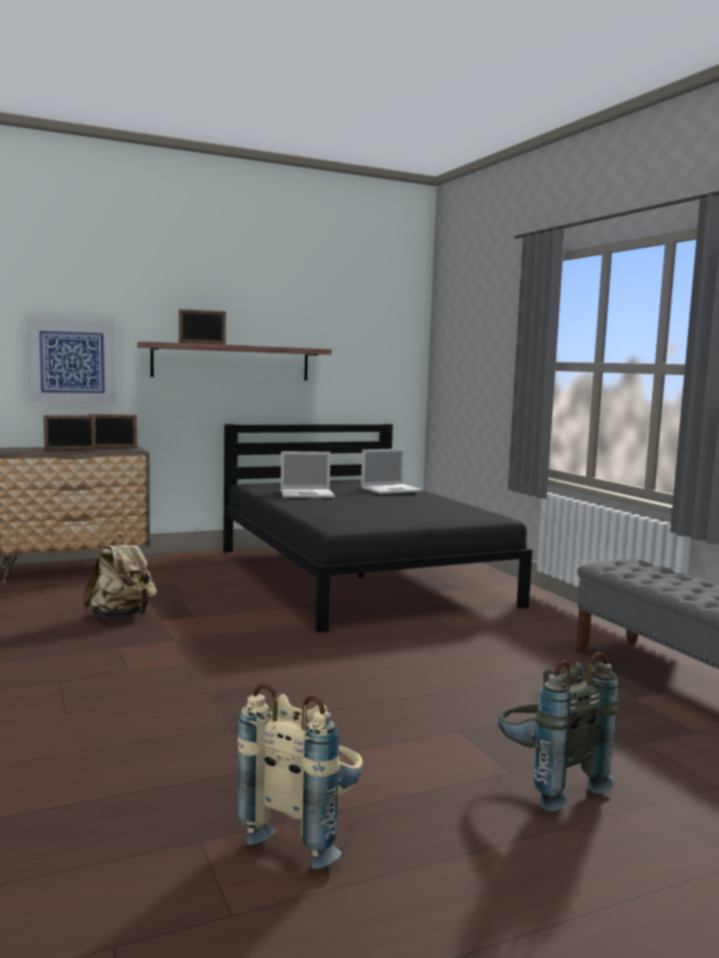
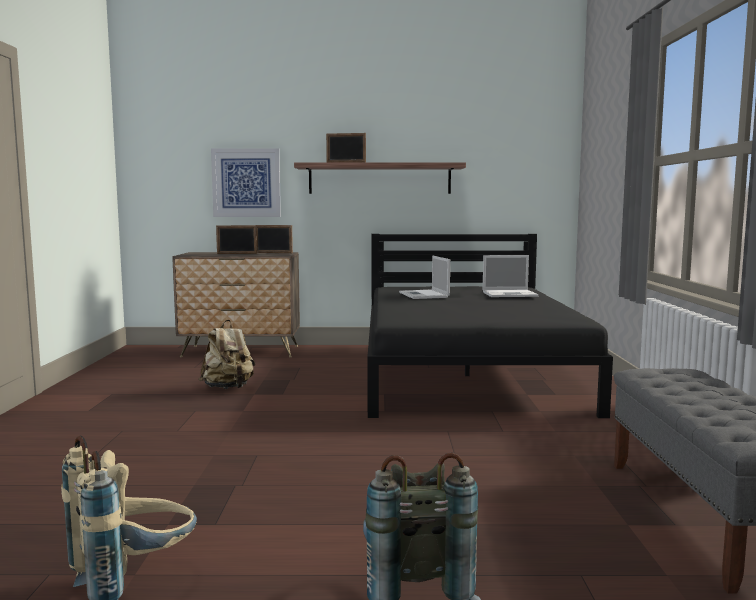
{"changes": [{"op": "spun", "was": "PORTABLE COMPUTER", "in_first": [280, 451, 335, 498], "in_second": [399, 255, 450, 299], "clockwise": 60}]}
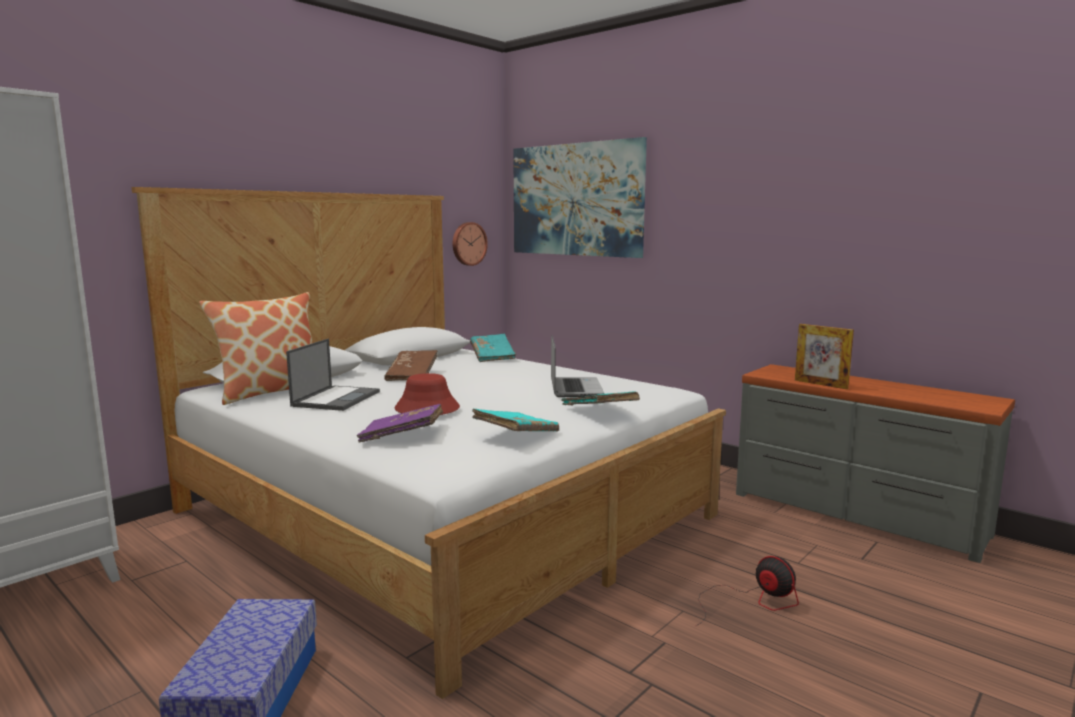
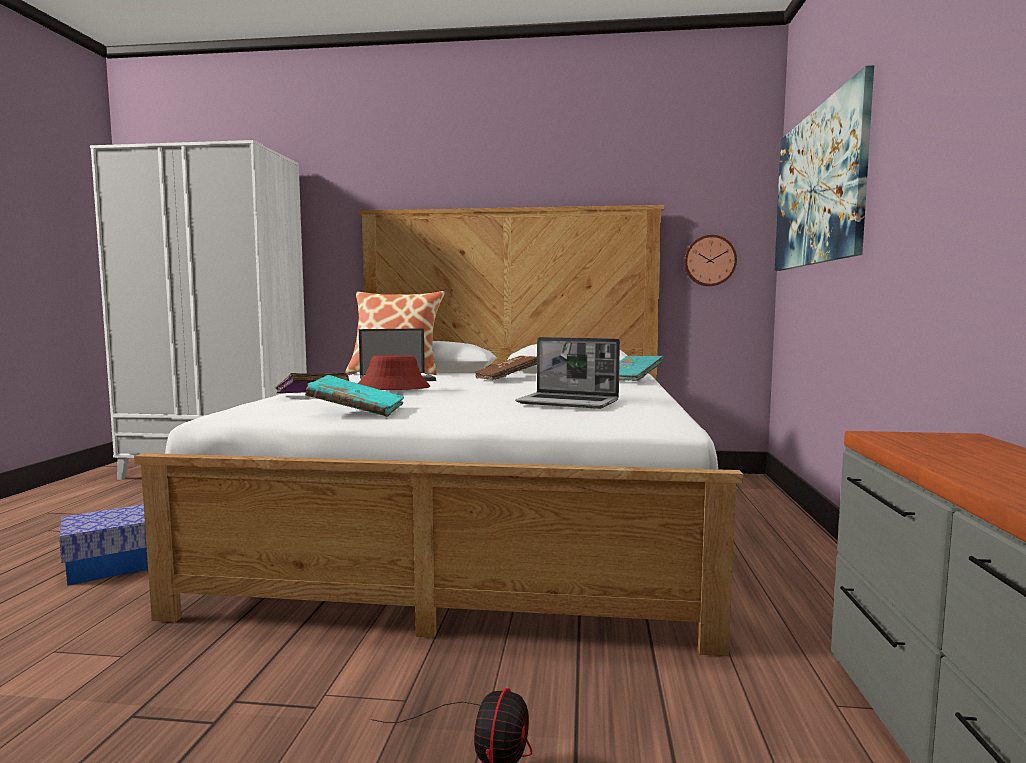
{"changes": [{"op": "missing", "was": "TURQUOISE-COLOURED BOUND BOOK", "in_first": [561, 392, 640, 406]}, {"op": "missing", "was": "PICTURE FRAME", "in_first": [795, 324, 854, 389]}, {"op": "spun", "was": "PORTABLE COMPUTER", "in_first": [551, 335, 604, 397], "in_second": [515, 337, 620, 409], "clockwise": 60}]}
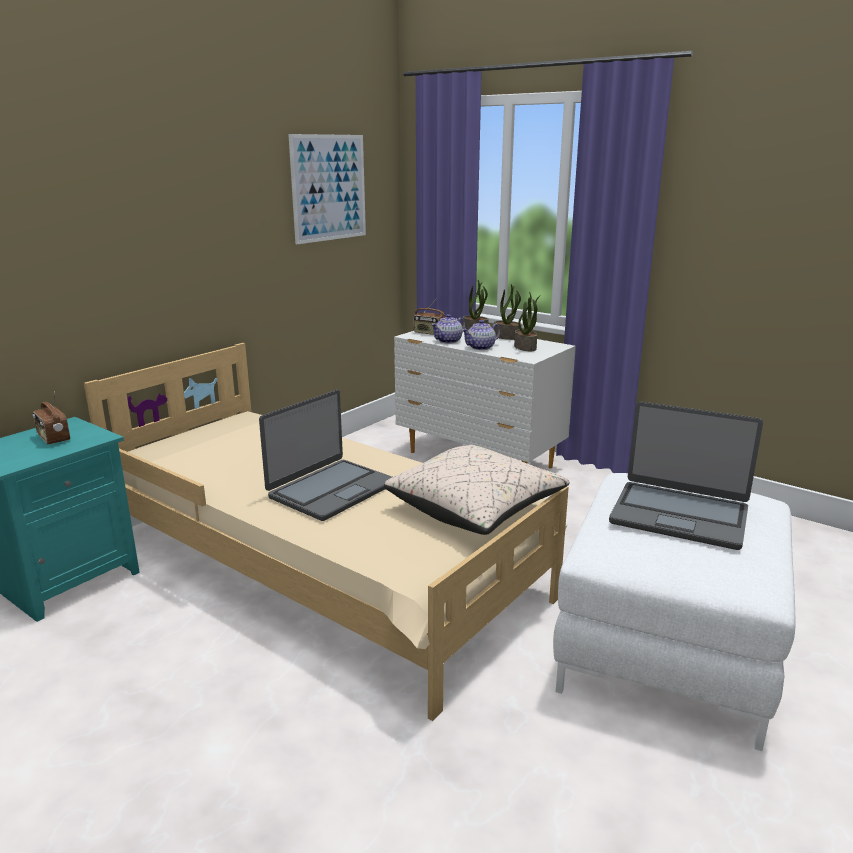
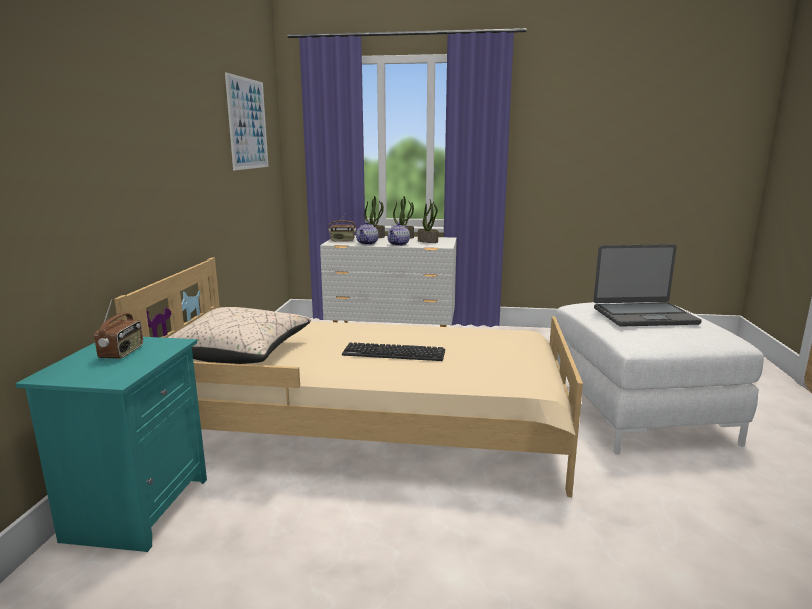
{"changes": [{"op": "relocated", "was": "BEIGE-COLOURED THROW PILLOW", "in_first": [384, 445, 570, 535], "in_second": [167, 307, 311, 364]}, {"op": "exchanged", "was": "PORTABLE COMPUTER", "now": "COMPUTER KEYBOARD", "in_first": [259, 390, 392, 521], "in_second": [342, 343, 445, 361]}, {"op": "spun", "was": "RADIO SET", "in_first": [32, 391, 70, 444], "in_second": [94, 299, 143, 359], "clockwise": -105}]}
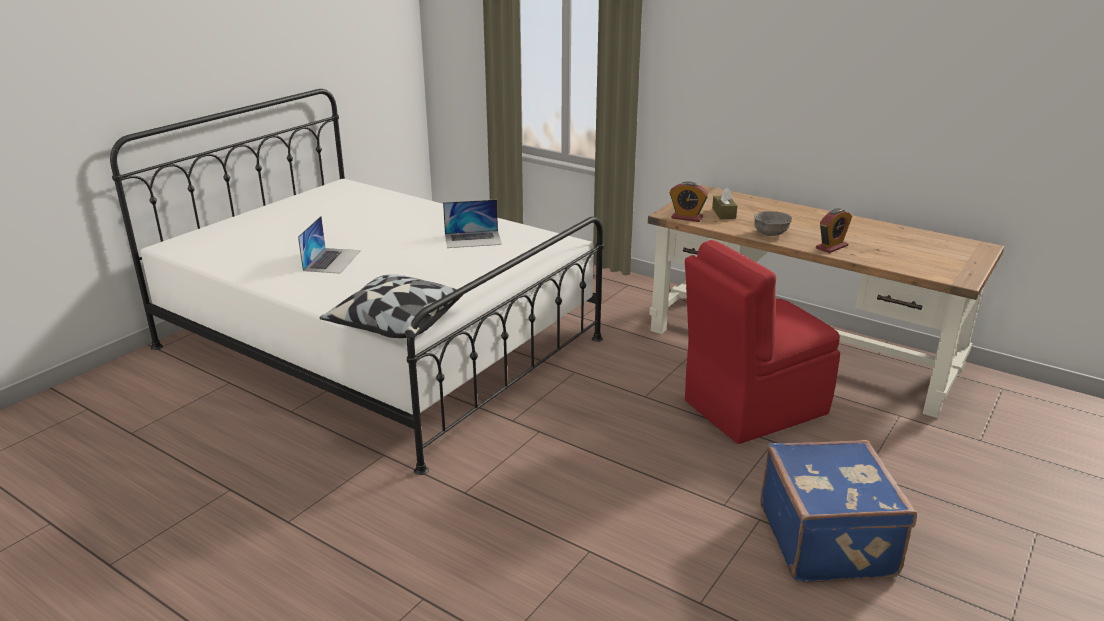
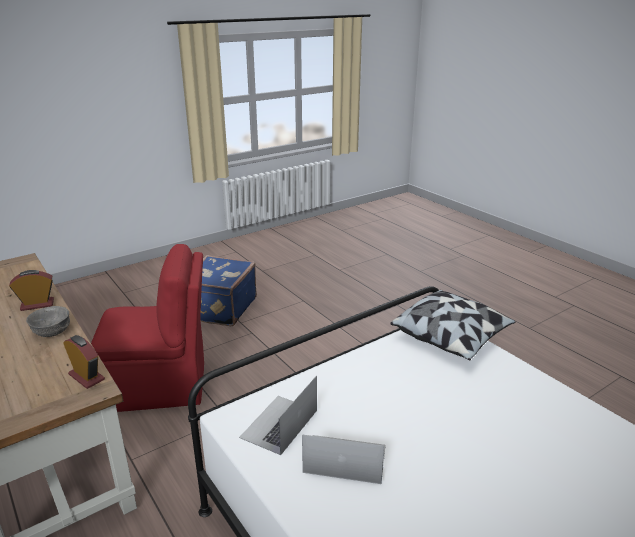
{"changes": [{"op": "missing", "was": "BROWNISH TISSUE HOLDER", "in_first": [712, 188, 737, 219]}, {"op": "relocated", "was": "PORTABLE COMPUTER", "in_first": [298, 216, 361, 274], "in_second": [239, 375, 317, 455]}]}
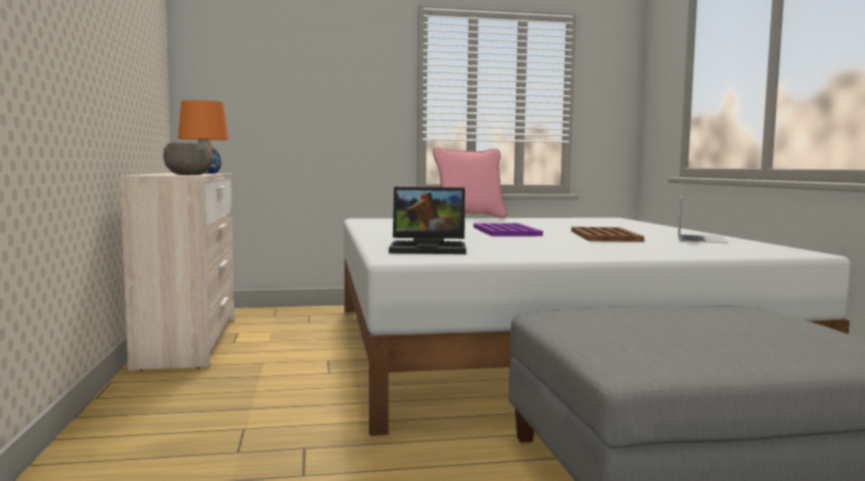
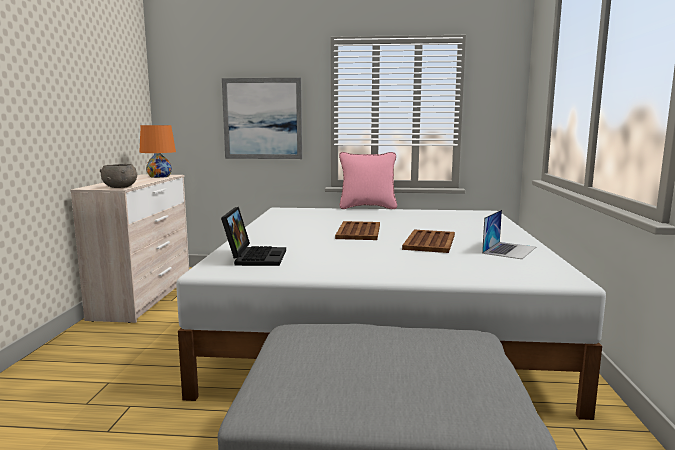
{"changes": [{"op": "appeared", "now": "PICTURE", "in_second": [222, 78, 302, 159]}, {"op": "colour", "was": "PURPLE CARRYING TRAY", "now": "BROWNISH CARRYING TRAY", "in_first": [474, 223, 543, 236], "in_second": [335, 221, 380, 240]}, {"op": "spun", "was": "PORTABLE COMPUTER", "in_first": [389, 187, 466, 254], "in_second": [221, 207, 286, 266], "clockwise": -105}]}
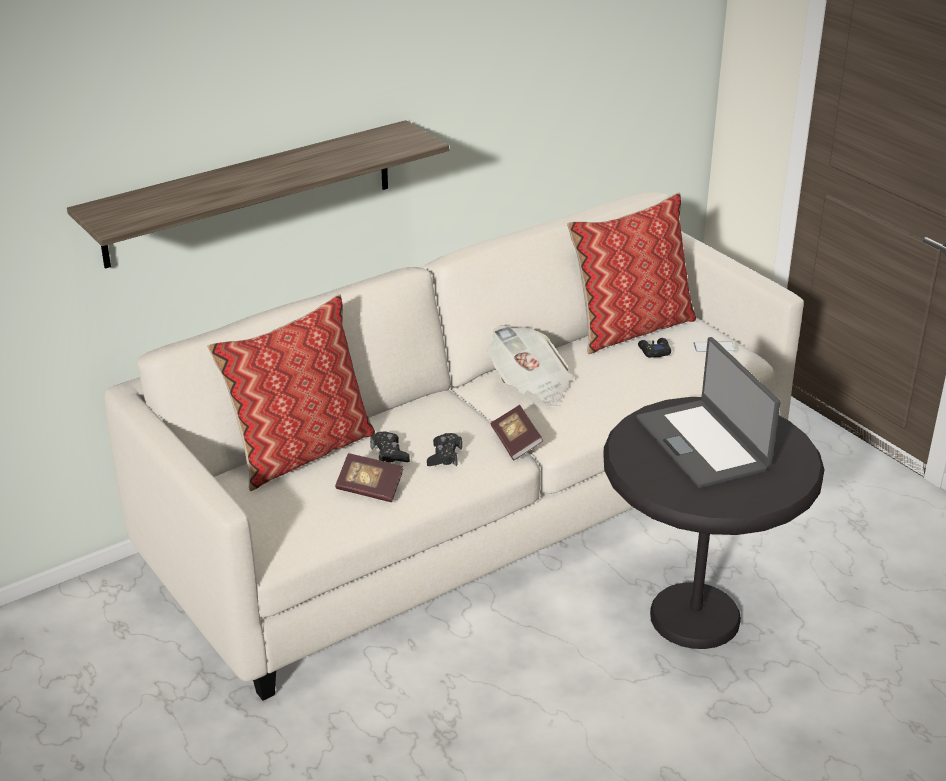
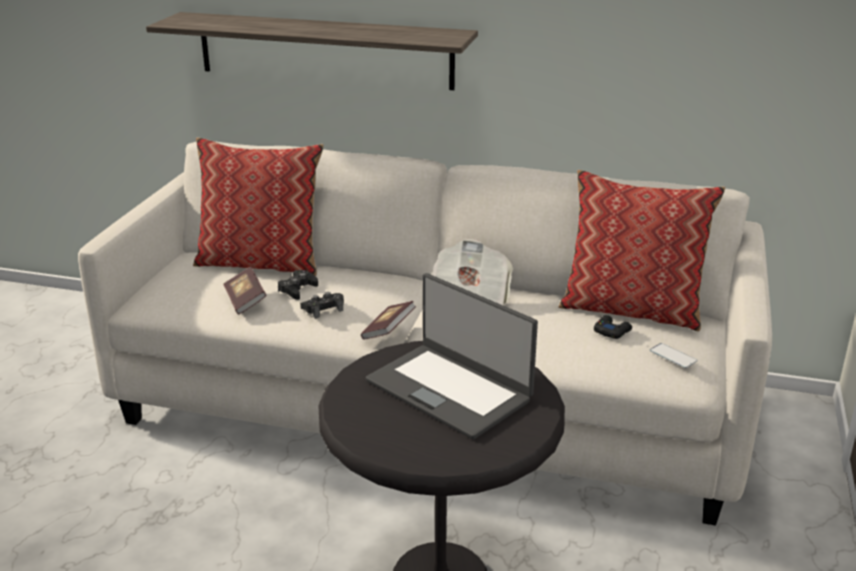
{"changes": [{"op": "spun", "was": "PORTABLE COMPUTER", "in_first": [637, 337, 781, 488], "in_second": [366, 273, 538, 439], "clockwise": -75}]}
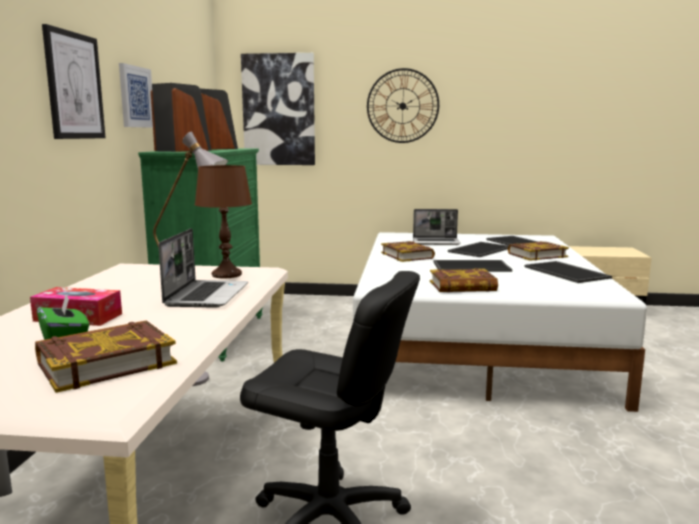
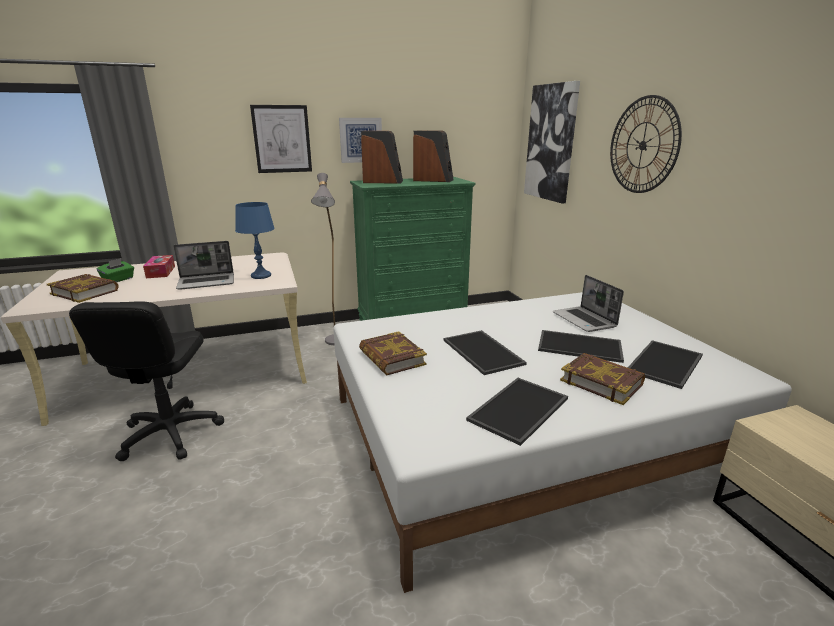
{"changes": [{"op": "missing", "was": "BOUND BOOK", "in_first": [381, 241, 435, 262]}, {"op": "colour", "was": "BROWNISH TABLETOP LAMP", "now": "BLUE-COLOURED TABLETOP LAMP", "in_first": [195, 165, 252, 278], "in_second": [235, 202, 275, 279]}]}
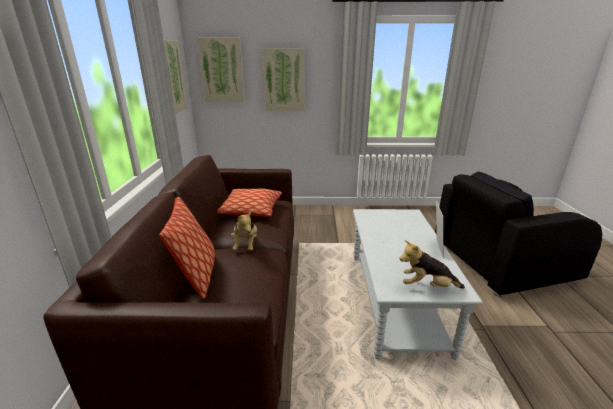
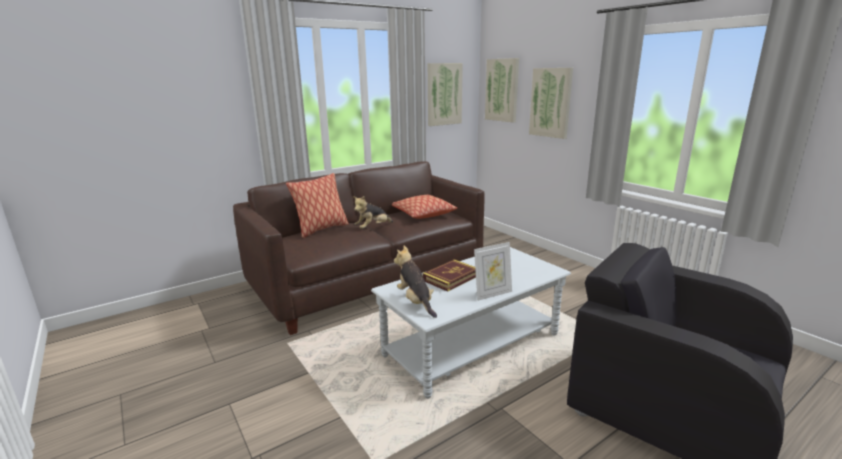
{"changes": [{"op": "appeared", "now": "BOUND BOOK", "in_second": [423, 259, 476, 292]}]}
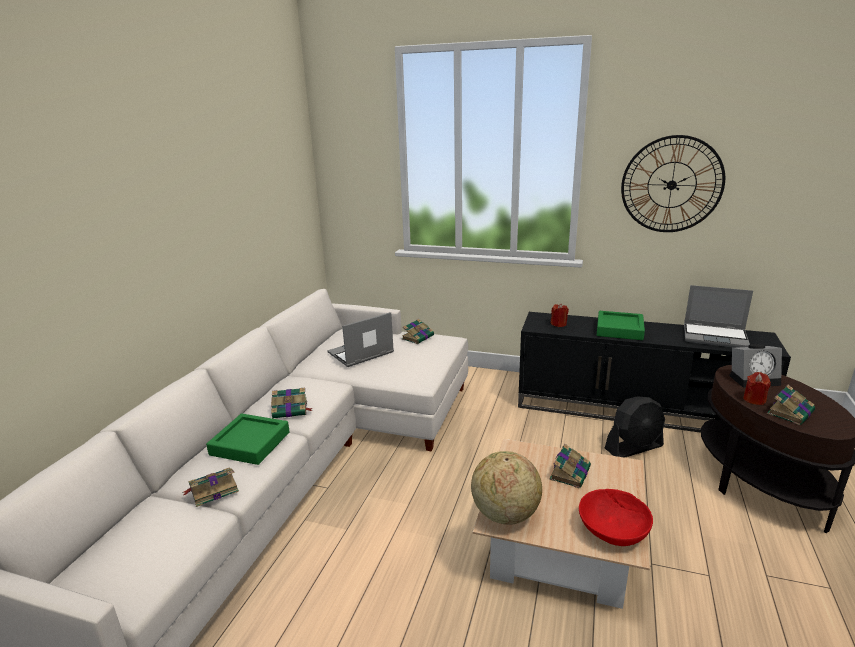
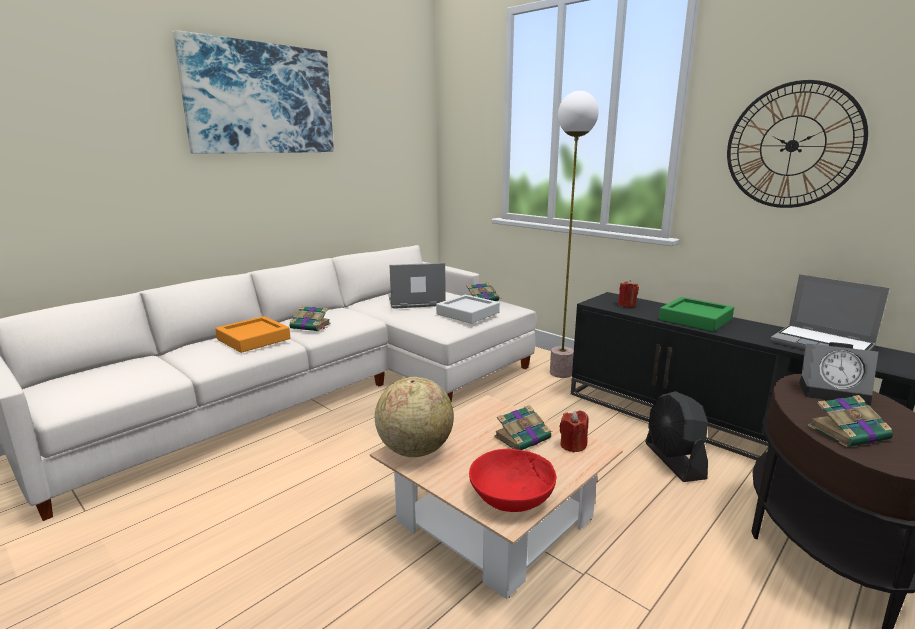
{"changes": [{"op": "missing", "was": "BOUND BOOK", "in_first": [183, 467, 239, 507]}, {"op": "appeared", "now": "PICTURE", "in_second": [173, 30, 334, 154]}, {"op": "appeared", "now": "GRAY CARRYING TRAY", "in_second": [436, 294, 500, 324]}, {"op": "appeared", "now": "STANDING LAMP", "in_second": [550, 91, 599, 378]}, {"op": "relocated", "was": "RED WAX LIGHT", "in_first": [743, 372, 771, 405], "in_second": [559, 411, 589, 453]}, {"op": "colour", "was": "GREEN-COLOURED CARRYING TRAY", "now": "ORANGE CARRYING TRAY", "in_first": [206, 414, 290, 465], "in_second": [215, 316, 290, 353]}, {"op": "spun", "was": "BLACK COOLING FAN", "in_first": [605, 396, 665, 458], "in_second": [645, 391, 708, 482], "clockwise": 75}]}
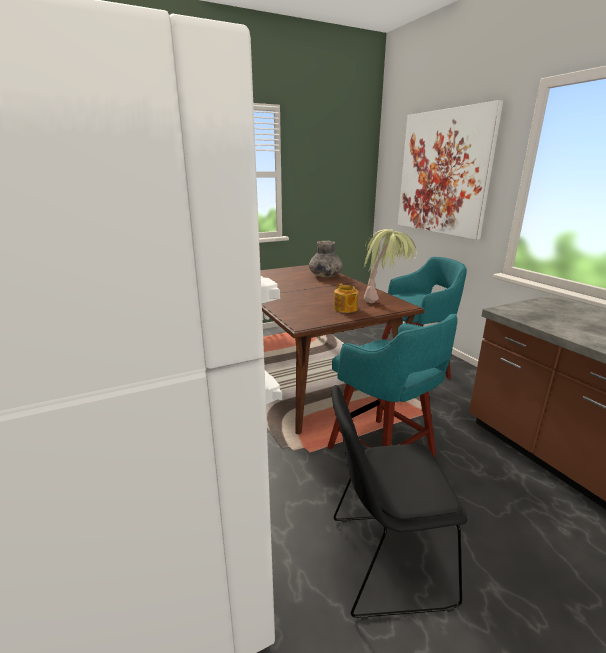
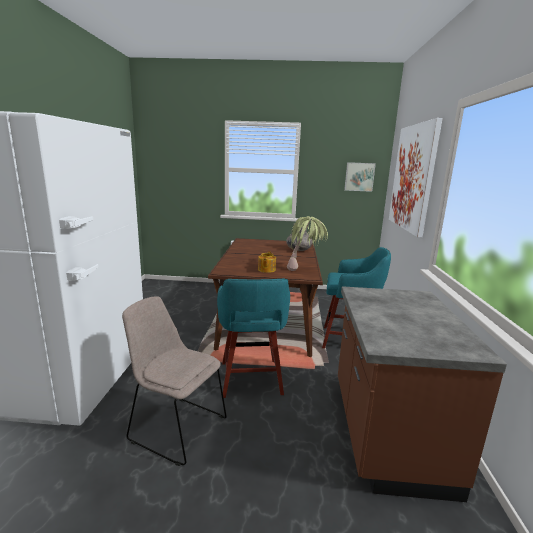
{"changes": [{"op": "appeared", "now": "PICTURE", "in_second": [344, 162, 376, 192]}, {"op": "colour", "was": "BLACK PLAIN CHAIR", "now": "BEIGE-COLOURED PLAIN CHAIR", "in_first": [332, 385, 468, 620], "in_second": [122, 296, 227, 466]}]}
